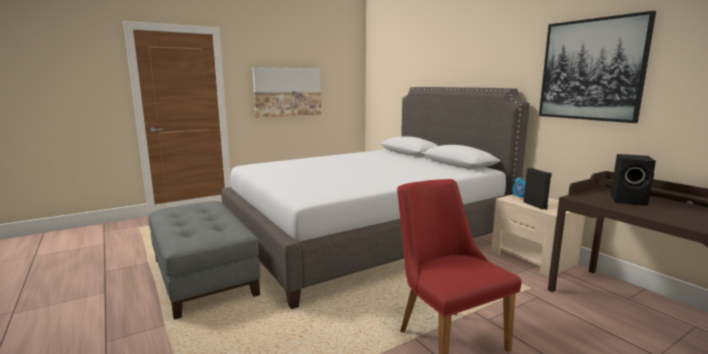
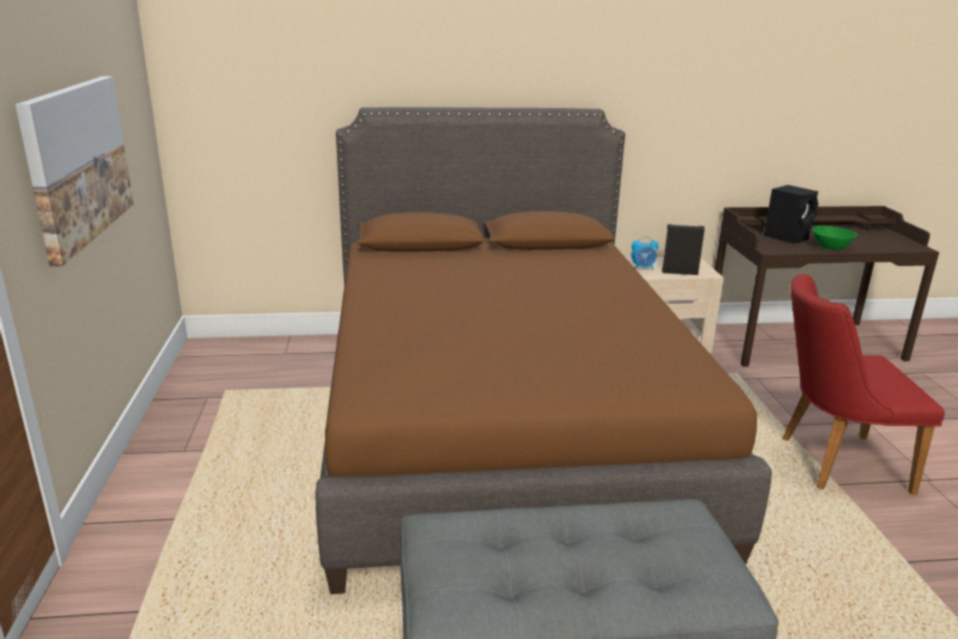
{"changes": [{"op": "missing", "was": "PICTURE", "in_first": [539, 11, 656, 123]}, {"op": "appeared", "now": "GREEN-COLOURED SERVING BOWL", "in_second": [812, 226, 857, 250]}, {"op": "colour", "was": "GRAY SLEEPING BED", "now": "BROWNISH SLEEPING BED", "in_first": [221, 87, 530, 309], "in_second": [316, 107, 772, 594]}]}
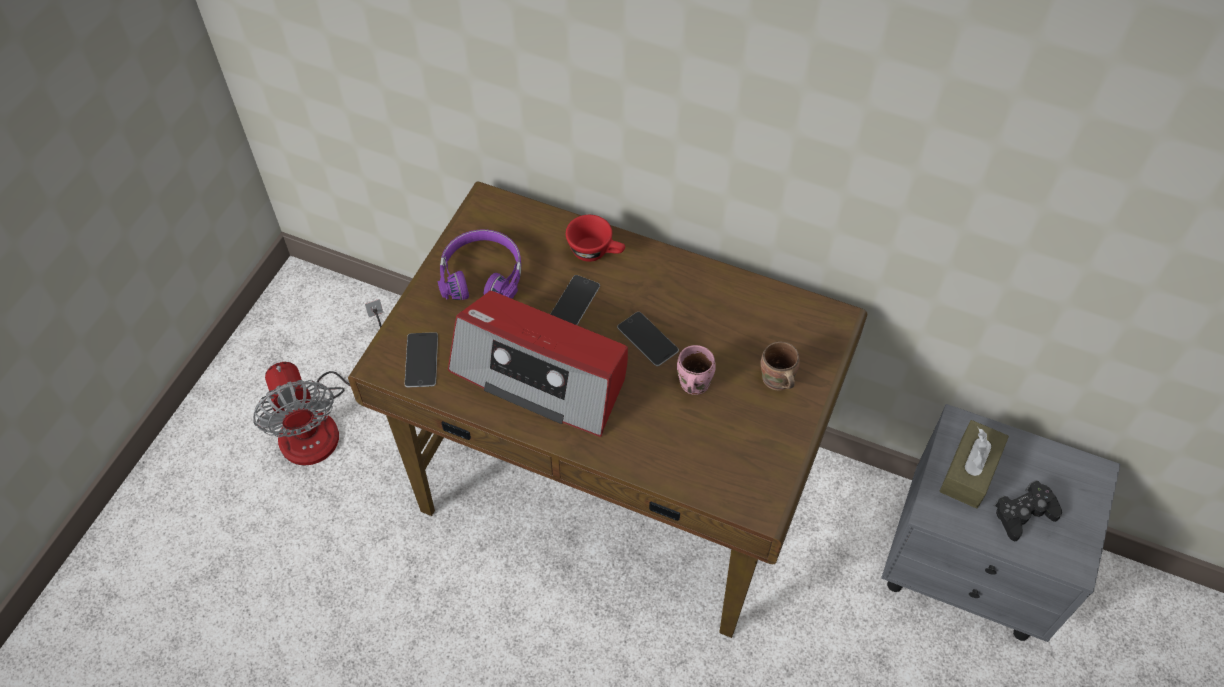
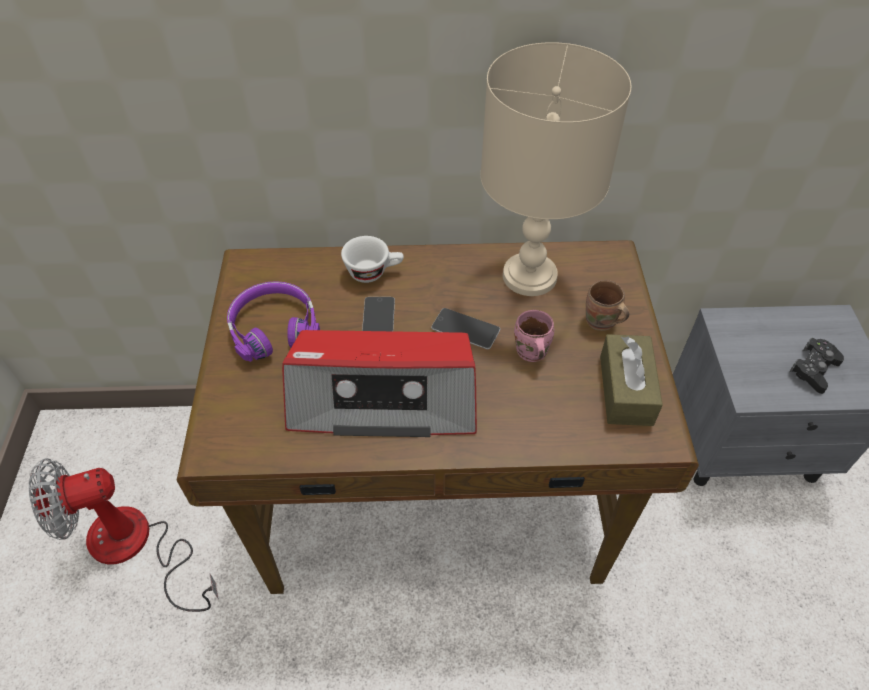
{"changes": [{"op": "missing", "was": "TELEPHONE", "in_first": [405, 332, 438, 387]}, {"op": "appeared", "now": "BEIGE-COLOURED TABLETOP LAMP", "in_second": [480, 42, 631, 296]}, {"op": "relocated", "was": "BROWNISH TISSUE HOLDER", "in_first": [940, 420, 1009, 509], "in_second": [600, 334, 663, 426]}, {"op": "colour", "was": "RED CUP", "now": "WHITISH CUP", "in_first": [566, 215, 625, 262], "in_second": [341, 236, 404, 283]}, {"op": "spun", "was": "COOLING FAN", "in_first": [253, 299, 383, 466], "in_second": [29, 458, 219, 612], "clockwise": 120}]}
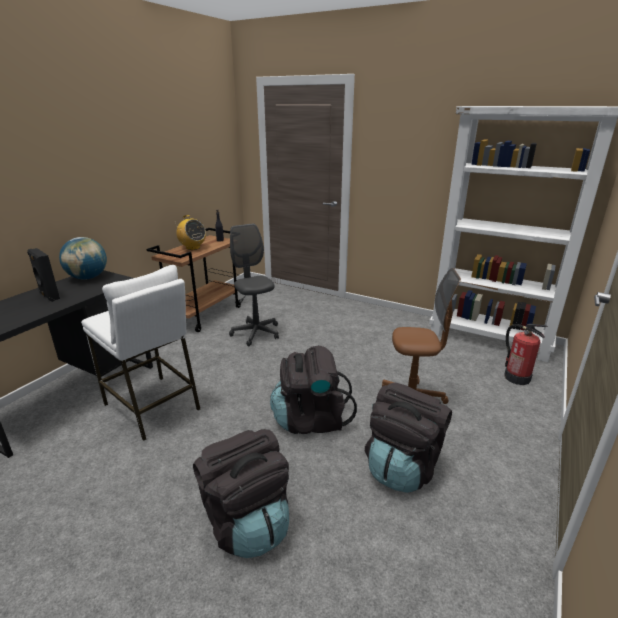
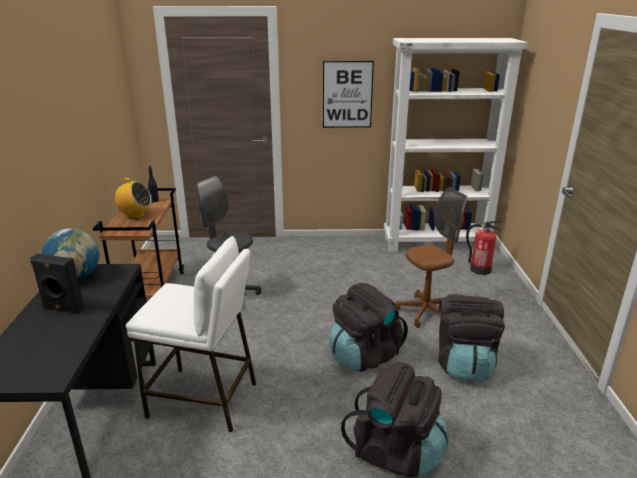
{"changes": [{"op": "appeared", "now": "PICTURE", "in_second": [323, 61, 374, 128]}]}
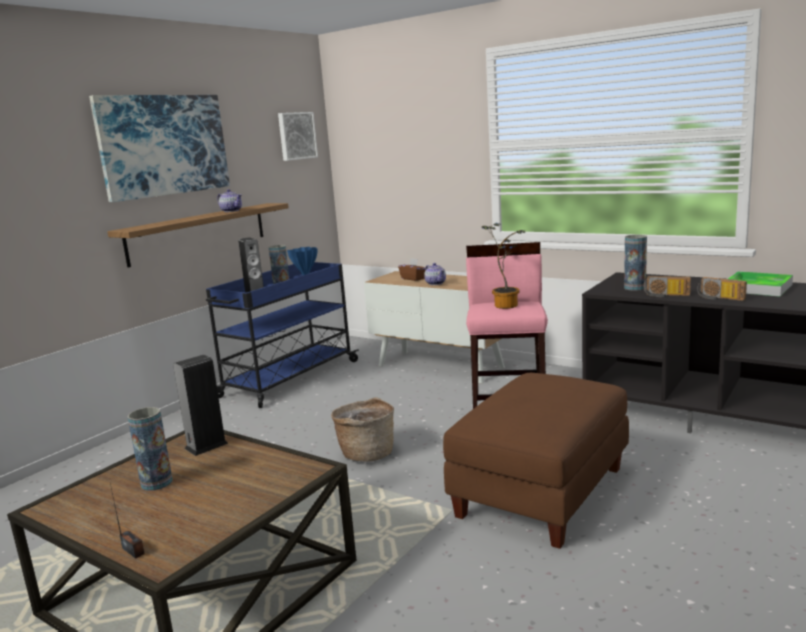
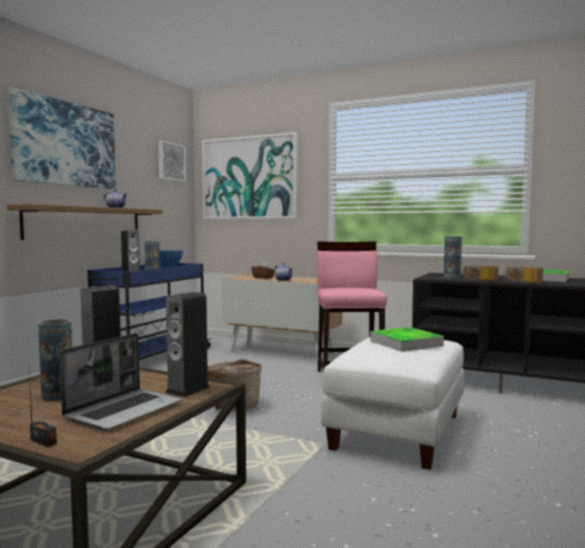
{"changes": [{"op": "missing", "was": "POTTED PLANT", "in_first": [482, 223, 526, 309]}, {"op": "appeared", "now": "PORTABLE COMPUTER", "in_second": [60, 333, 182, 431]}, {"op": "appeared", "now": "AUDIO SPEAKER", "in_second": [165, 292, 210, 397]}, {"op": "appeared", "now": "PICTURE", "in_second": [202, 132, 298, 219]}, {"op": "appeared", "now": "CARRYING TRAY", "in_second": [370, 327, 444, 352]}, {"op": "colour", "was": "BROWNISH POUFFE", "now": "WHITISH POUFFE", "in_first": [443, 373, 629, 549], "in_second": [321, 337, 464, 470]}]}
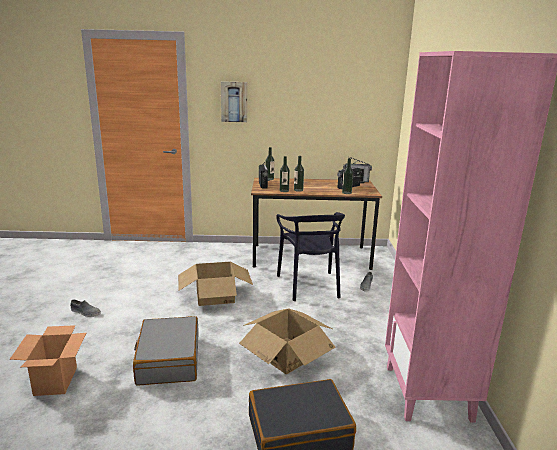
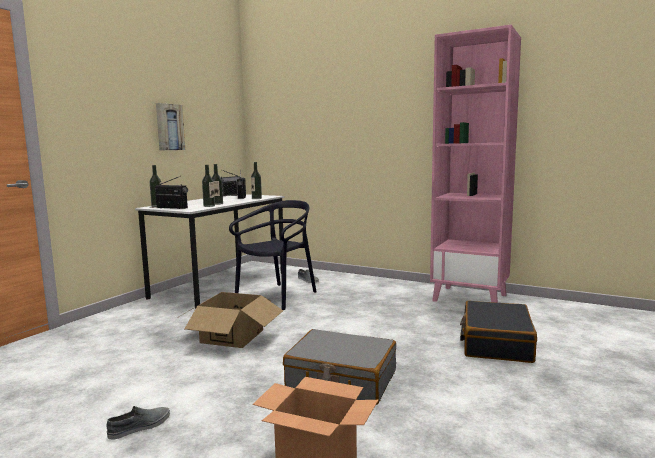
{"changes": [{"op": "missing", "was": "CARDBOARD BOX", "in_first": [239, 309, 335, 374]}, {"op": "relocated", "was": "PICTURE", "in_first": [221, 81, 247, 122], "in_second": [156, 103, 185, 150]}, {"op": "colour", "was": "BROWNISH DESK", "now": "WHITISH DESK", "in_first": [251, 178, 382, 270], "in_second": [135, 194, 285, 309]}, {"op": "spun", "was": "BLACK PLAIN CHAIR", "in_first": [276, 212, 345, 301], "in_second": [229, 200, 317, 310], "clockwise": -75}]}
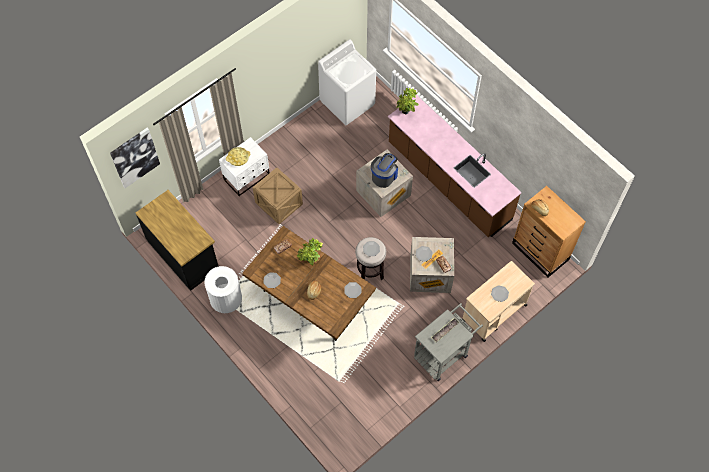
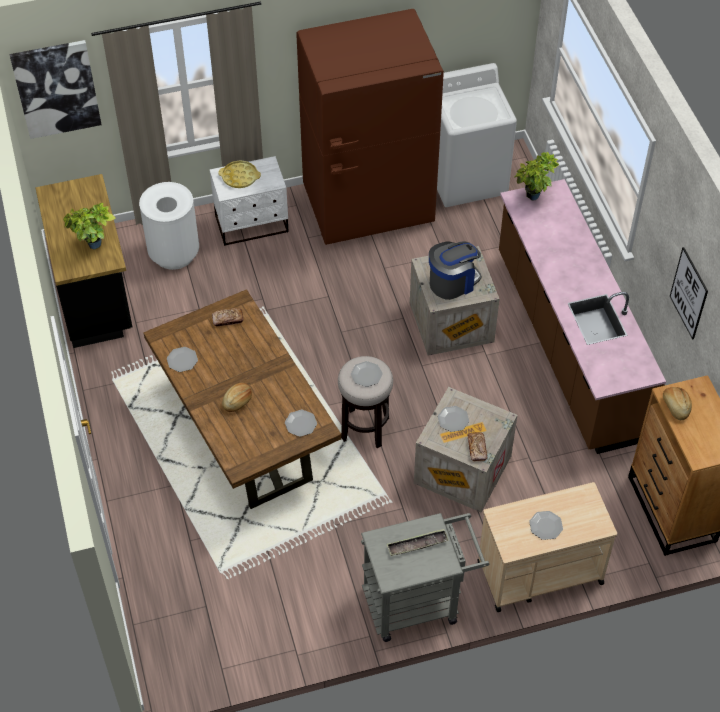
{"changes": [{"op": "missing", "was": "SHIPPING CRATE", "in_first": [252, 167, 303, 224]}, {"op": "appeared", "now": "BROWNISH KITCHEN FRIDGE", "in_second": [296, 9, 444, 245]}, {"op": "appeared", "now": "PICTURE", "in_second": [670, 247, 708, 340]}, {"op": "relocated", "was": "WHITISH TRASH CAN", "in_first": [204, 266, 242, 313], "in_second": [139, 182, 199, 270]}, {"op": "relocated", "was": "POTTED PLANT", "in_first": [297, 238, 323, 265], "in_second": [63, 203, 115, 249]}]}
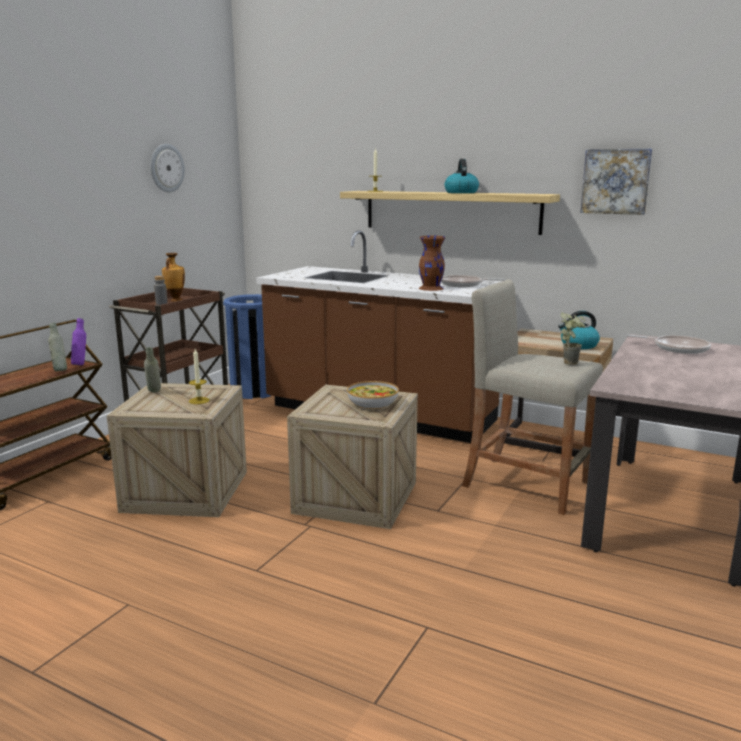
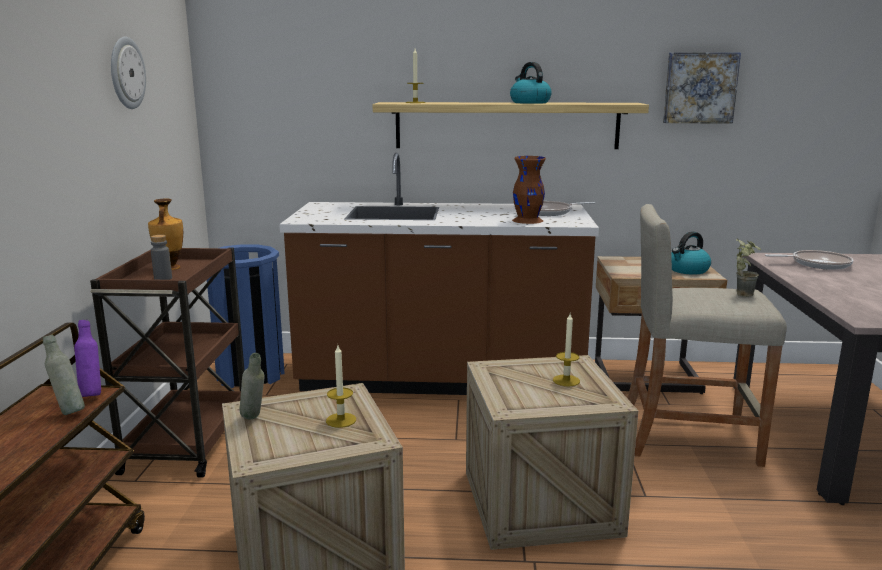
{"changes": [{"op": "exchanged", "was": "SERVING BOWL", "now": "WAX LIGHT", "in_first": [347, 381, 399, 410], "in_second": [553, 313, 580, 386]}]}
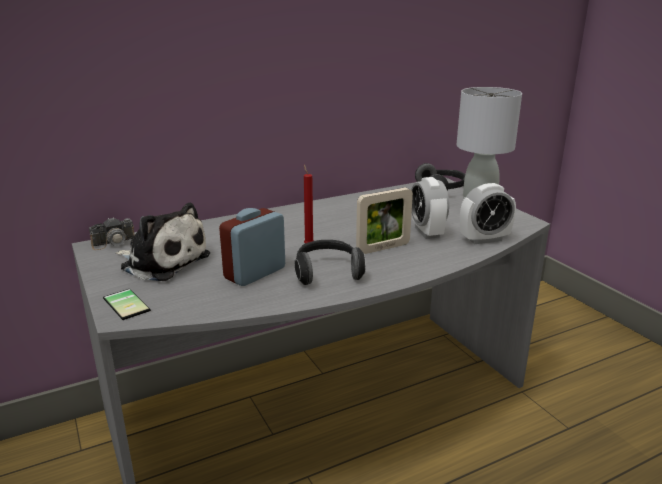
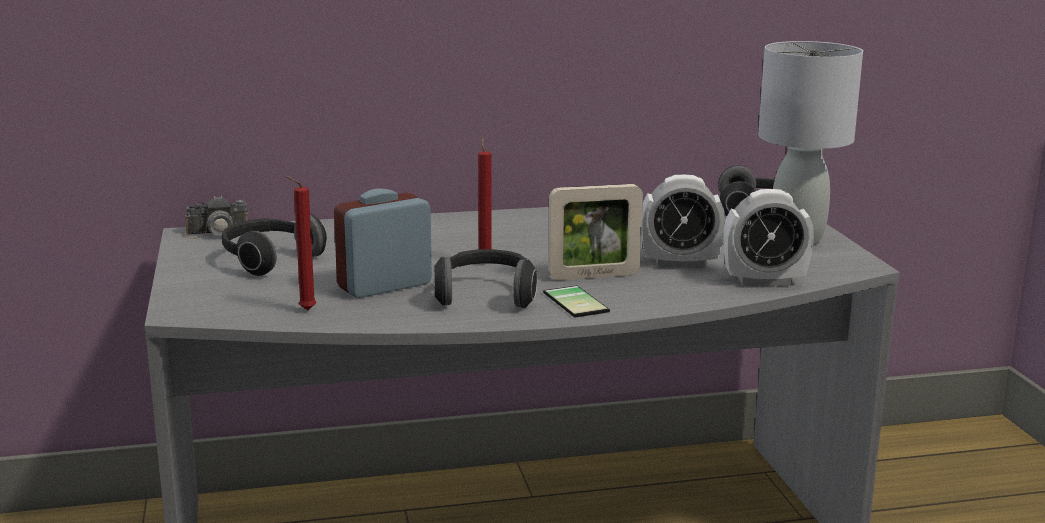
{"changes": [{"op": "appeared", "now": "RED WAX LIGHT", "in_second": [285, 176, 316, 310]}, {"op": "relocated", "was": "TELEPHONE", "in_first": [103, 289, 151, 320], "in_second": [543, 285, 610, 318]}, {"op": "exchanged", "was": "CUDDLY TOY", "now": "PAIR OF HEADPHONES", "in_first": [116, 203, 210, 281], "in_second": [222, 214, 327, 276]}, {"op": "spun", "was": "BEDSIDE CLOCK", "in_first": [411, 177, 449, 239], "in_second": [641, 175, 725, 268], "clockwise": -90}]}
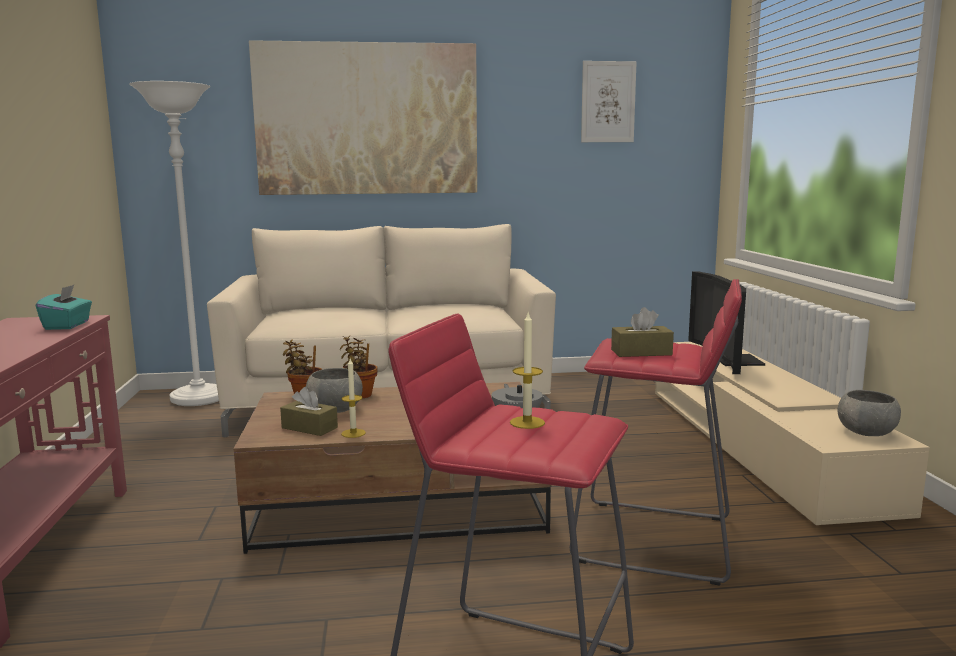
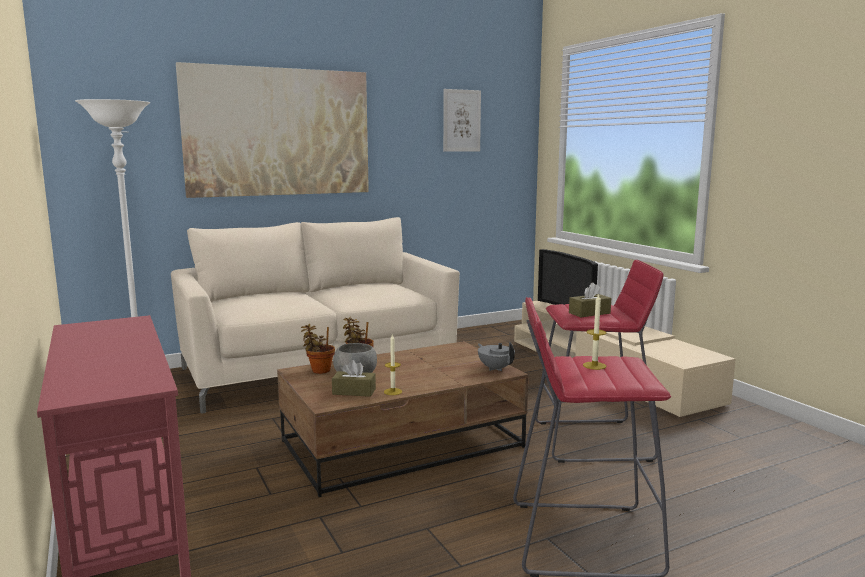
{"changes": [{"op": "missing", "was": "TURQUOISE-COLOURED TISSUE HOLDER", "in_first": [36, 285, 92, 330]}, {"op": "missing", "was": "GRAY SERVING BOWL", "in_first": [838, 390, 901, 436]}]}
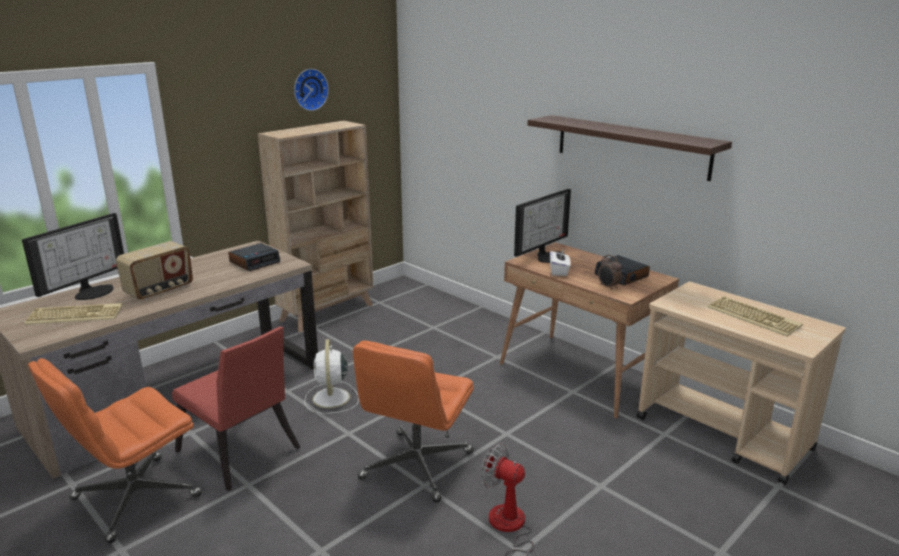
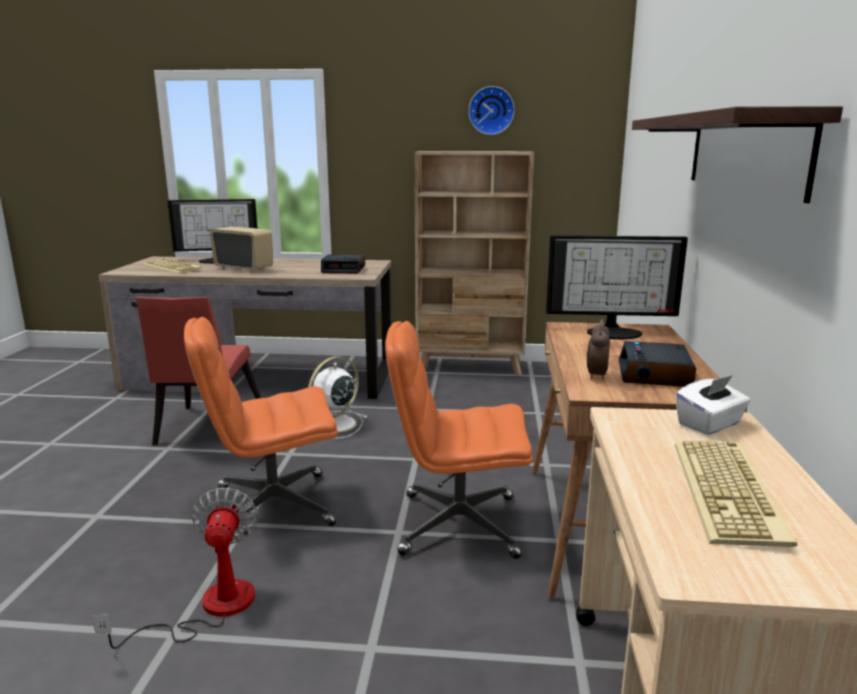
{"changes": [{"op": "relocated", "was": "ORANGE OFFICE CHAIR", "in_first": [28, 358, 202, 543], "in_second": [385, 321, 533, 559]}, {"op": "relocated", "was": "WHITISH TISSUE HOLDER", "in_first": [550, 248, 571, 276], "in_second": [676, 375, 751, 435]}, {"op": "spun", "was": "RADIO SET", "in_first": [116, 241, 193, 300], "in_second": [210, 226, 273, 272], "clockwise": -150}]}
